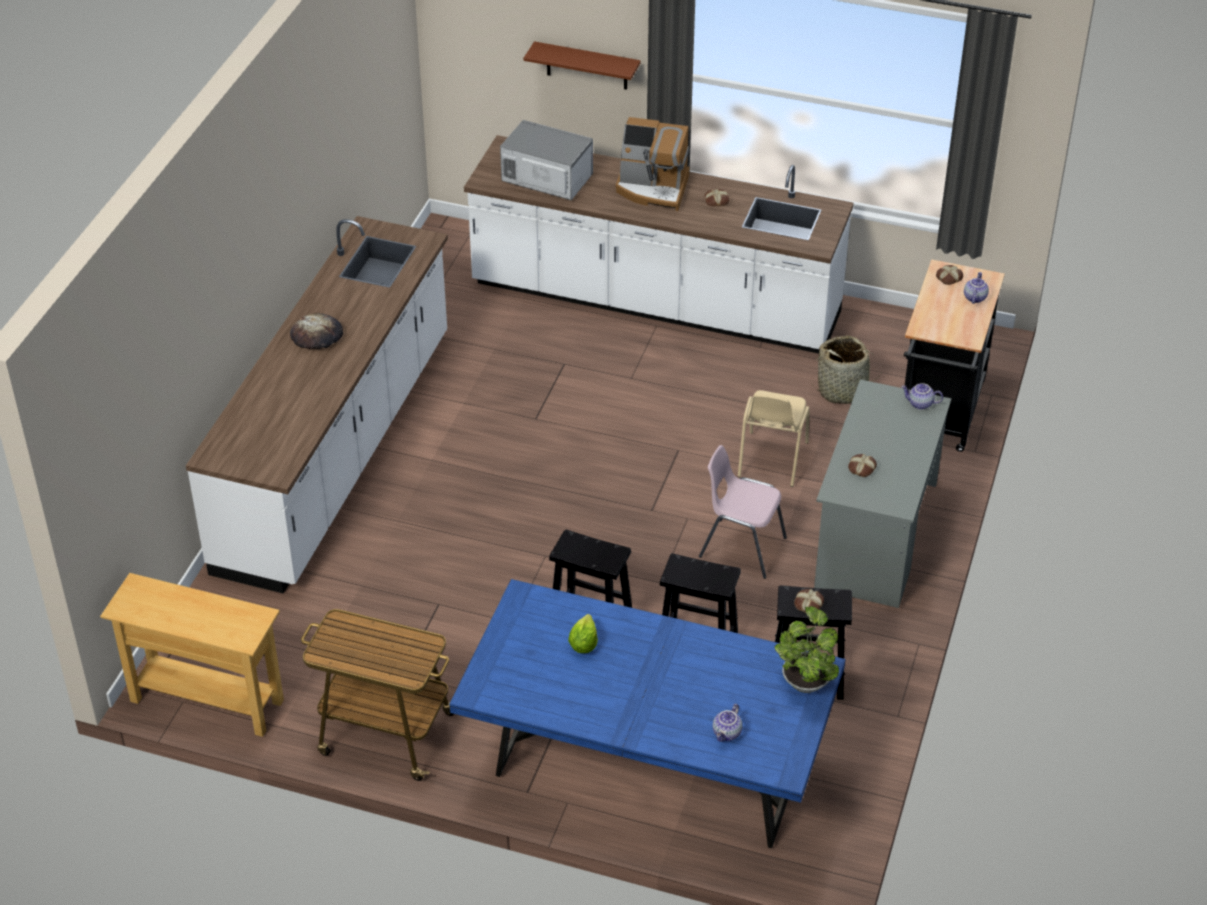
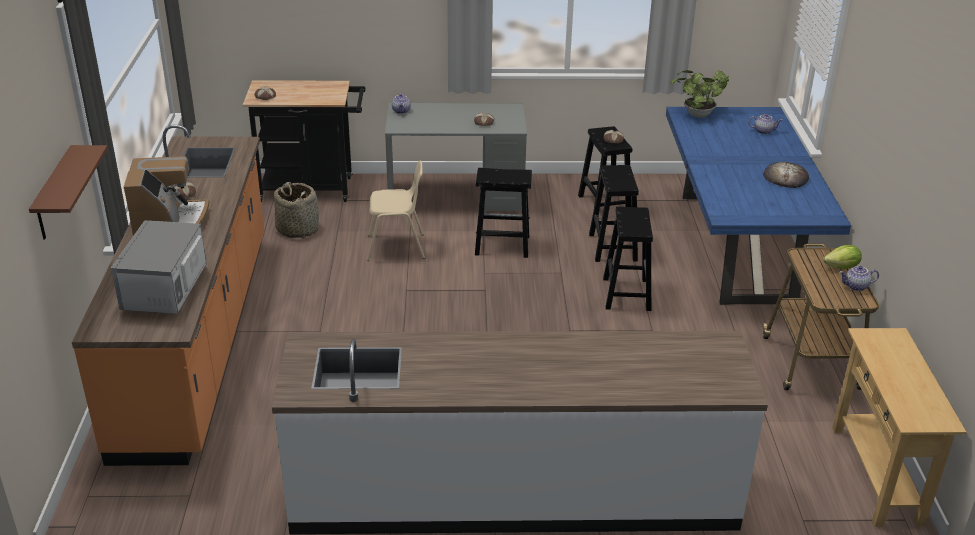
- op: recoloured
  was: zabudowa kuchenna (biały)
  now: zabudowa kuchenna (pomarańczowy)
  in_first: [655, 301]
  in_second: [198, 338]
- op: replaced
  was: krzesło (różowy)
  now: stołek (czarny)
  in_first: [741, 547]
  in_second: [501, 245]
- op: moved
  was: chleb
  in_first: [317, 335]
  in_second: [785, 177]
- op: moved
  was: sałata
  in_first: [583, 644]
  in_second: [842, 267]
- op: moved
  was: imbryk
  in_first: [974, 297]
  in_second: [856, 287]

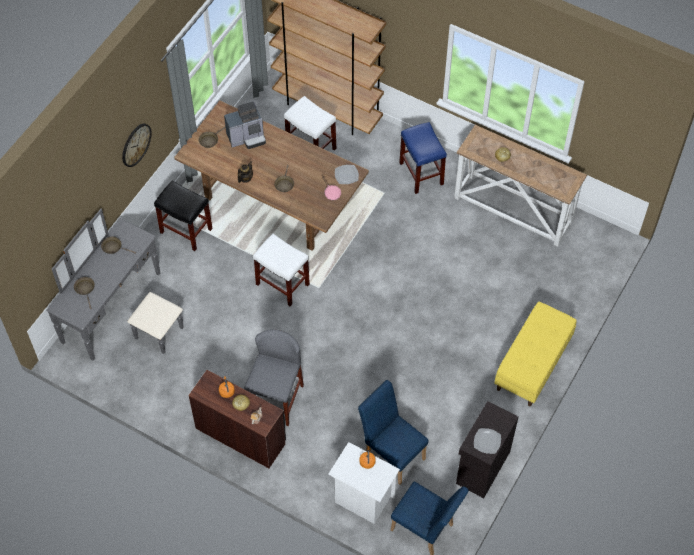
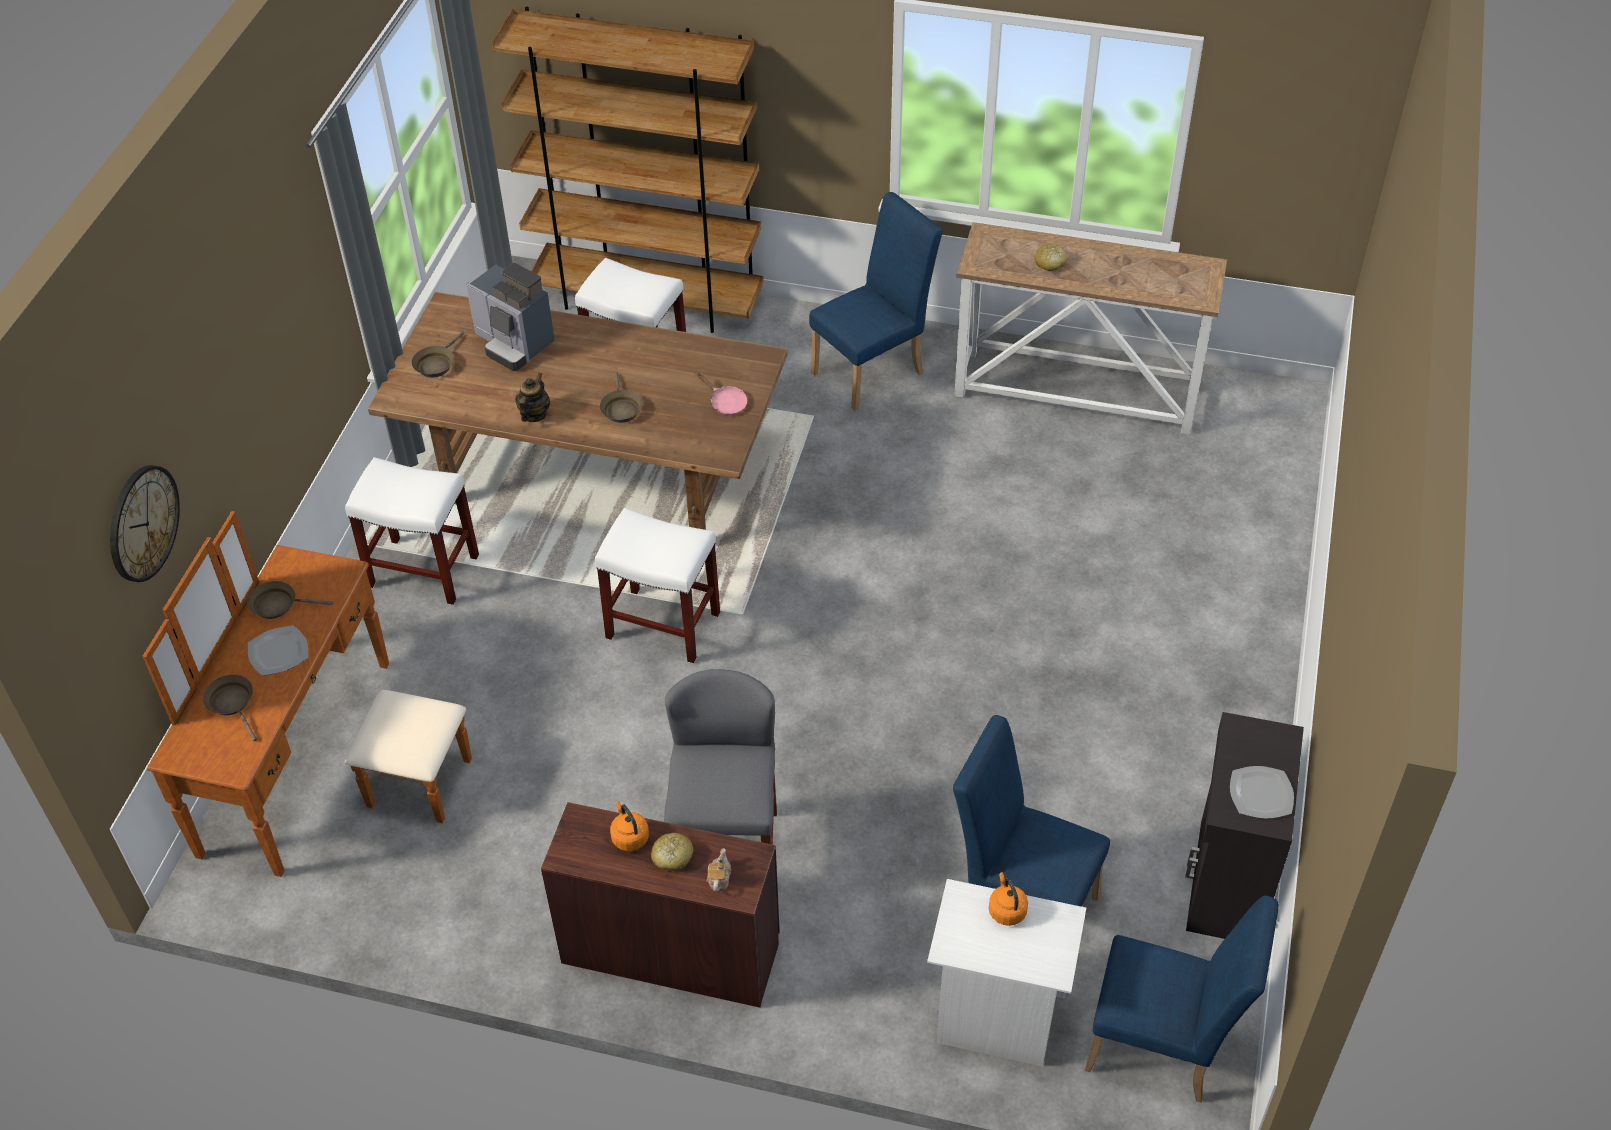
- op: moved
  was: zegar ścienny
  in_first: [136, 144]
  in_second: [142, 523]
- op: recoloured
  was: komoda (szary)
  now: komoda (brązowy)
  in_first: [122, 313]
  in_second: [325, 761]
- op: moved
  was: talerz
  in_first: [346, 175]
  in_second: [279, 652]
- op: recoloured
  was: stołek (czarny)
  now: stołek (biały)
  in_first: [185, 231]
  in_second: [422, 571]
- op: turned
  was: ekspres do kawy
  in_first: [247, 137]
  in_second: [514, 343]
  clockwise: 75
- op: replaced
  was: stołek (niebieski)
  now: krzesło (niebieski)
  in_first: [421, 174]
  in_second: [874, 369]
- op: removed
  was: ławka (żółty)
  in_first: [533, 365]

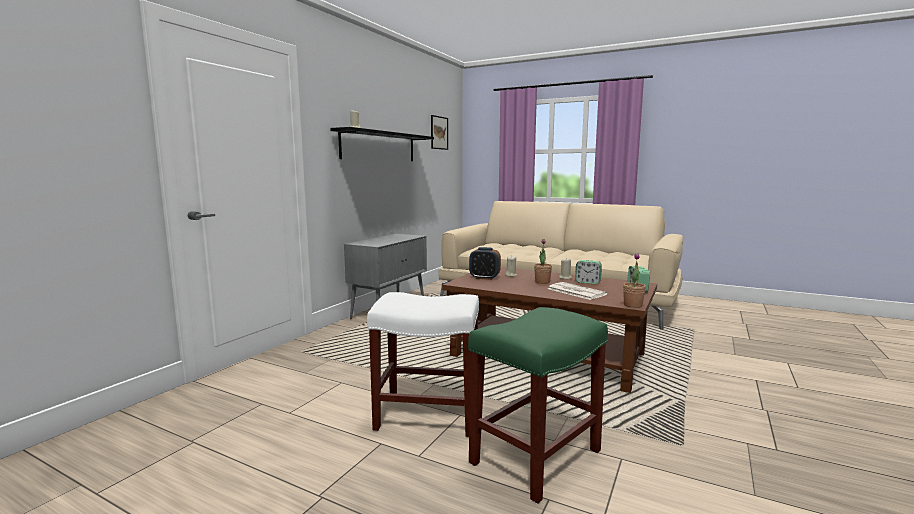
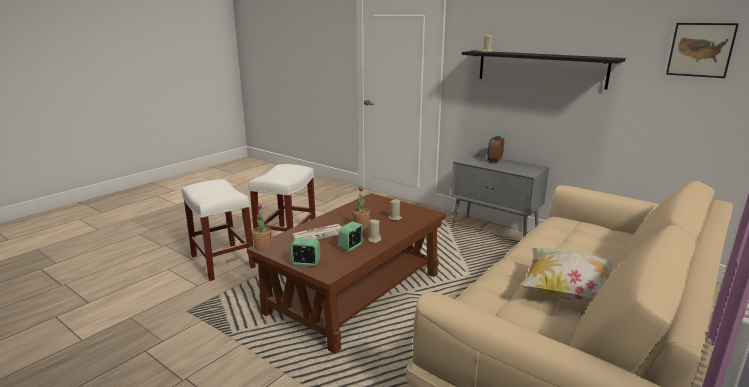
- op: recoloured
  was: stołek (zielony)
  now: stołek (biały)
  in_first: [535, 457]
  in_second: [222, 261]
- op: moved
  was: budzik
  in_first: [484, 278]
  in_second: [494, 160]
- op: added
  now: poduszka
  in_second: [566, 292]

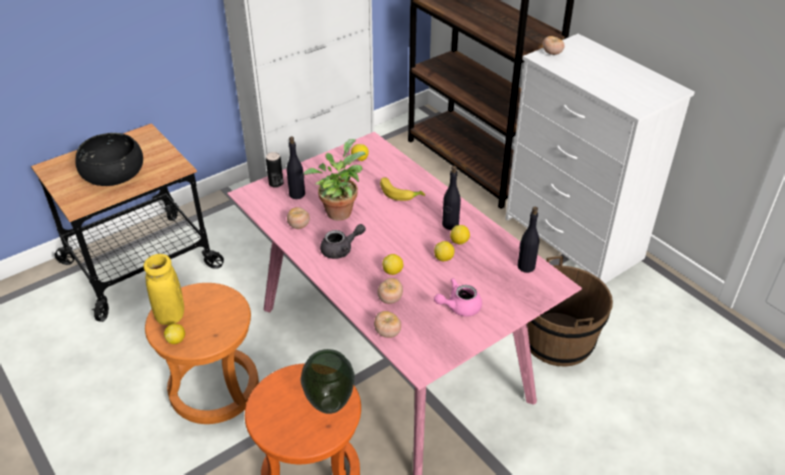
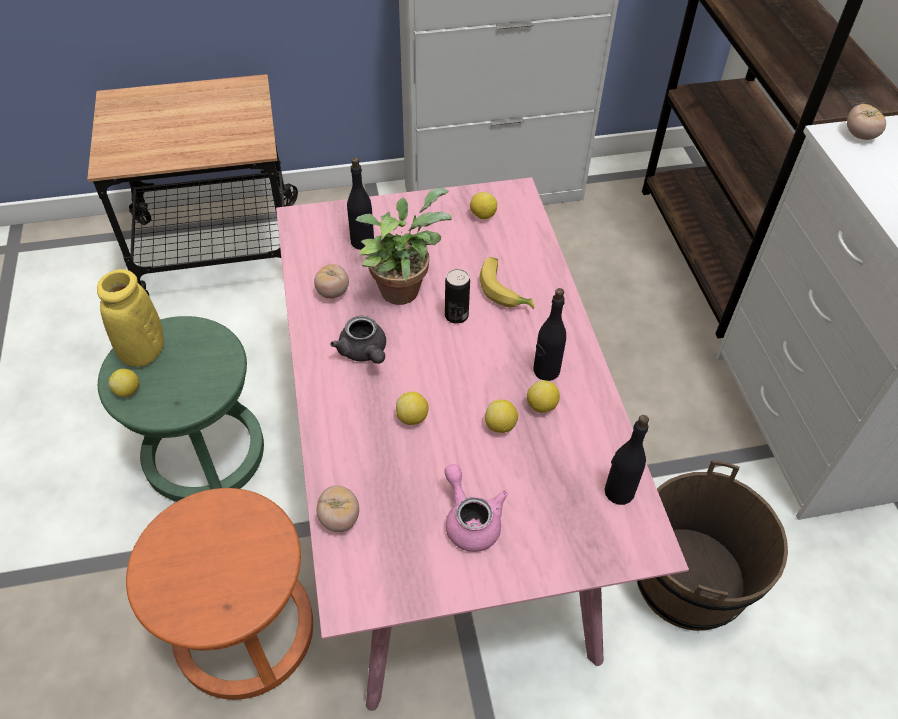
- op: recoloured
  was: stołek (pomarańczowy)
  now: stołek (zielony)
  in_first: [213, 388]
  in_second: [204, 453]
- op: turned
  was: imbryk (szary)
  in_first: [341, 250]
  in_second: [364, 352]
  clockwise: 60
- op: moved
  was: puszka
  in_first: [276, 183]
  in_second: [456, 315]
- op: turned
  was: imbryk (różowy)
  in_first: [459, 307]
  in_second: [470, 520]
  clockwise: 60
- op: removed
  was: miska (czarny)
  in_first: [113, 173]
- op: removed
  was: wazon
  in_first: [329, 404]
- op: removed
  was: pomidor
  in_first: [390, 299]

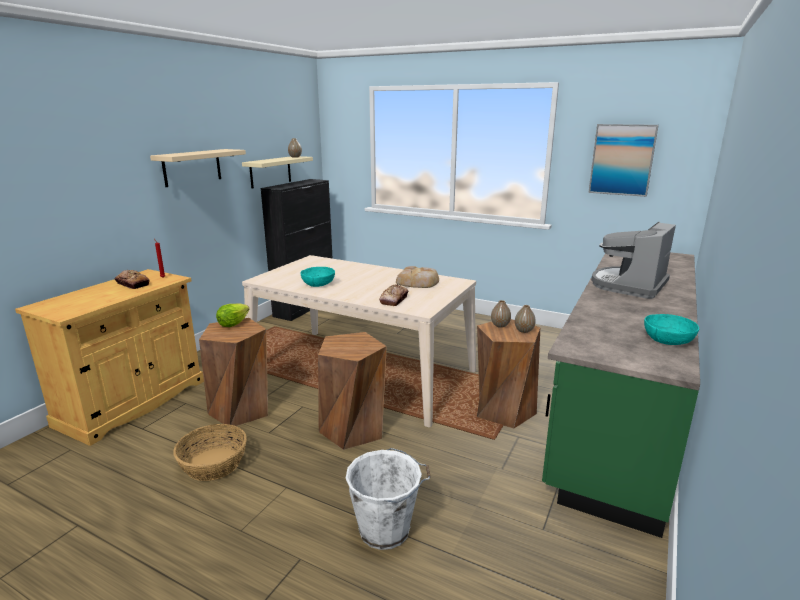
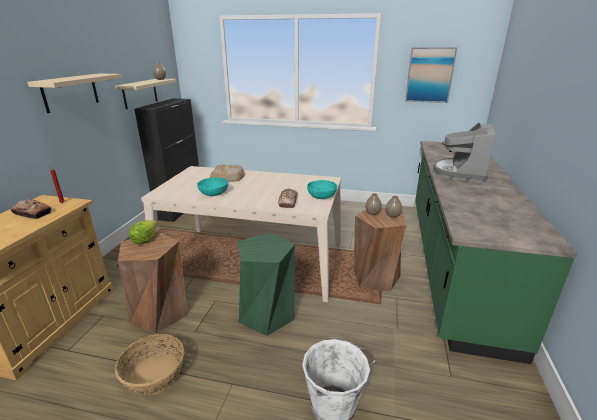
- op: moved
  was: chleb
  in_first: [418, 282]
  in_second: [228, 177]
- op: recoloured
  was: stołek (brązowy)
  now: stołek (zielony)
  in_first: [352, 429]
  in_second: [266, 314]
- op: moved
  was: miska (turkusowy)
  in_first: [667, 340]
  in_second: [321, 196]

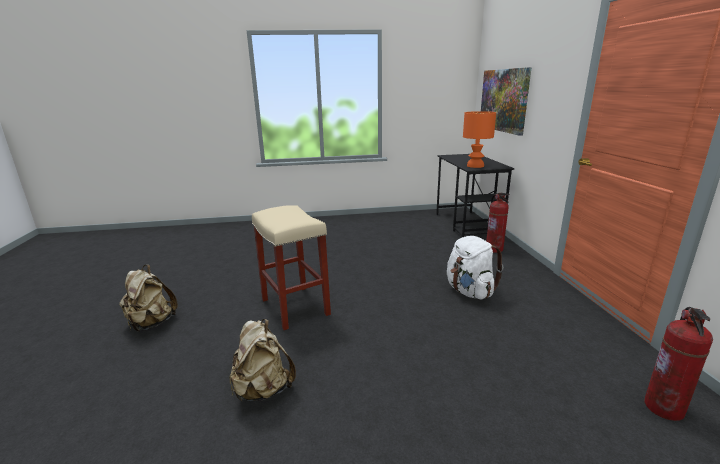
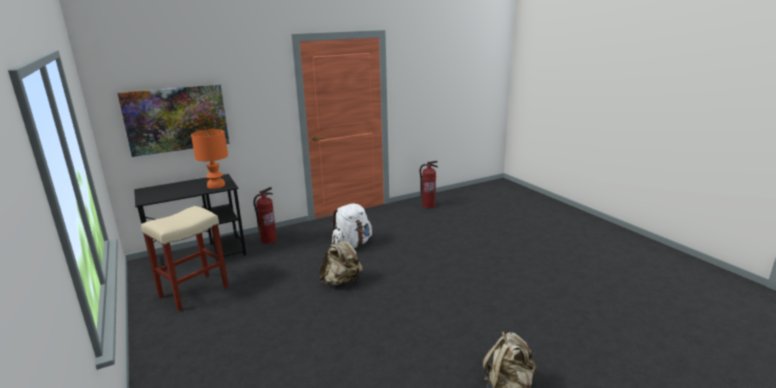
- op: moved
  was: stołek (beżowy)
  in_first: [294, 306]
  in_second: [193, 292]
- op: moved
  was: plecak (beżowy)
  in_first: [263, 389]
  in_second: [342, 282]

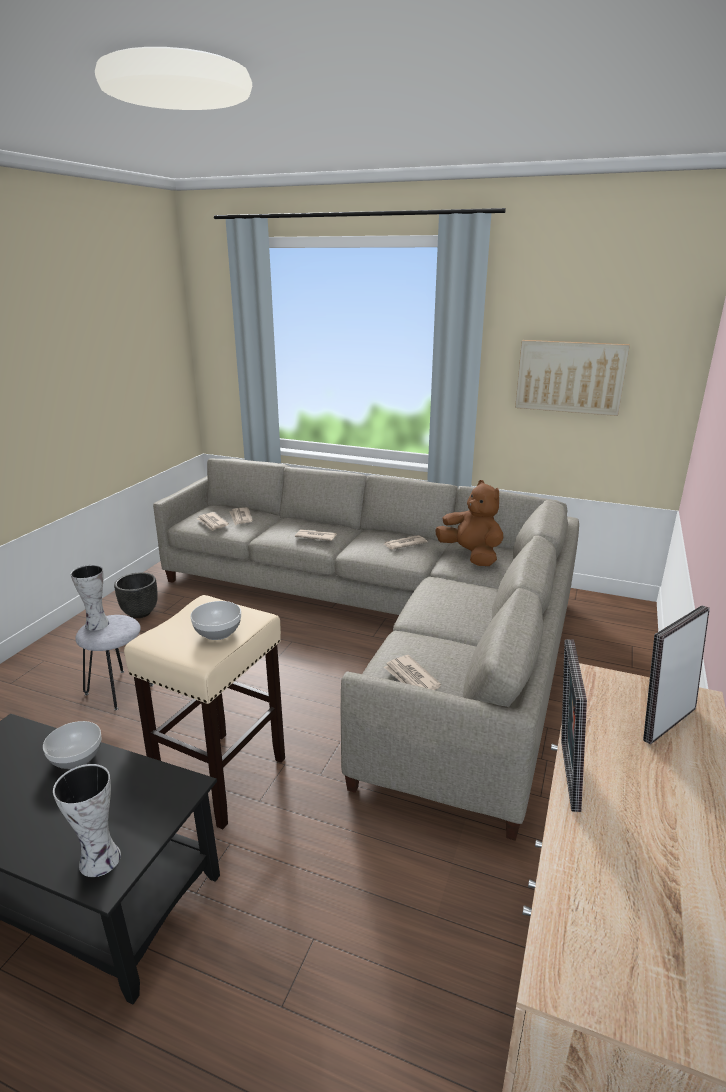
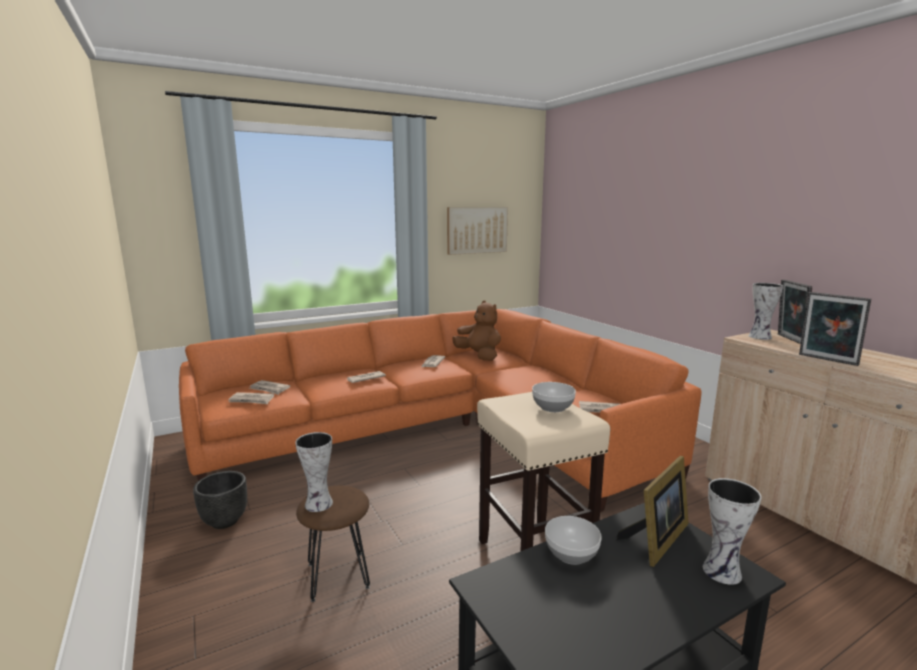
- op: recoloured
  was: kanapa (szary)
  now: kanapa (pomarańczowy)
  in_first: [385, 625]
  in_second: [442, 431]
- op: recoloured
  was: stołek (szary)
  now: stołek (brązowy)
  in_first: [119, 689]
  in_second: [338, 575]
- op: turned
  was: pluszak (brązowy)
  in_first: [471, 555]
  in_second: [479, 356]
  clockwise: 45
- op: added
  now: ramka na zdjęcie
  in_second: [657, 539]
- op: added
  now: wazon
  in_second: [760, 337]

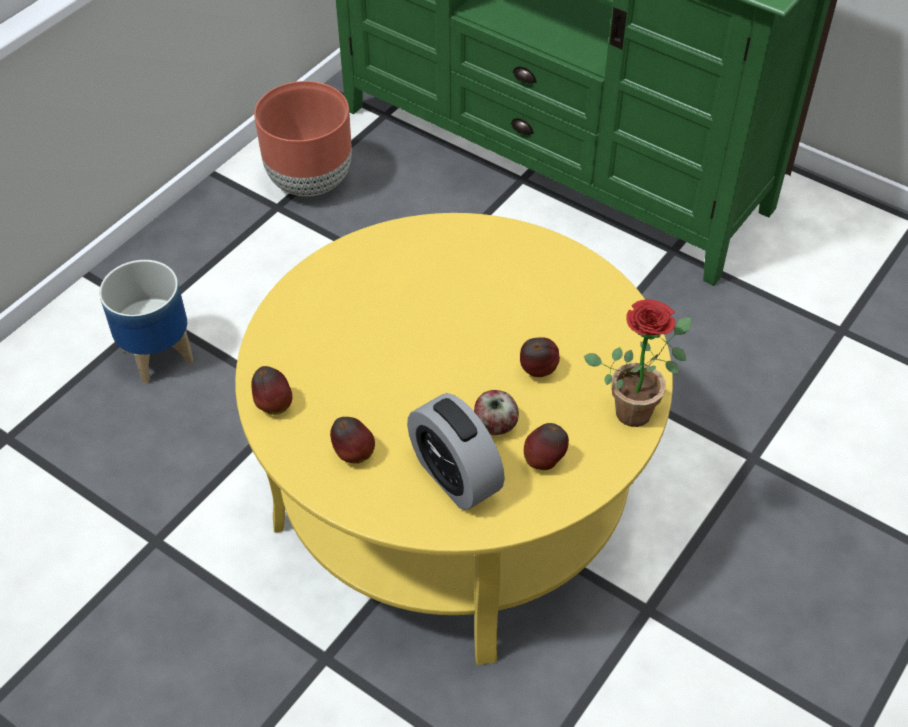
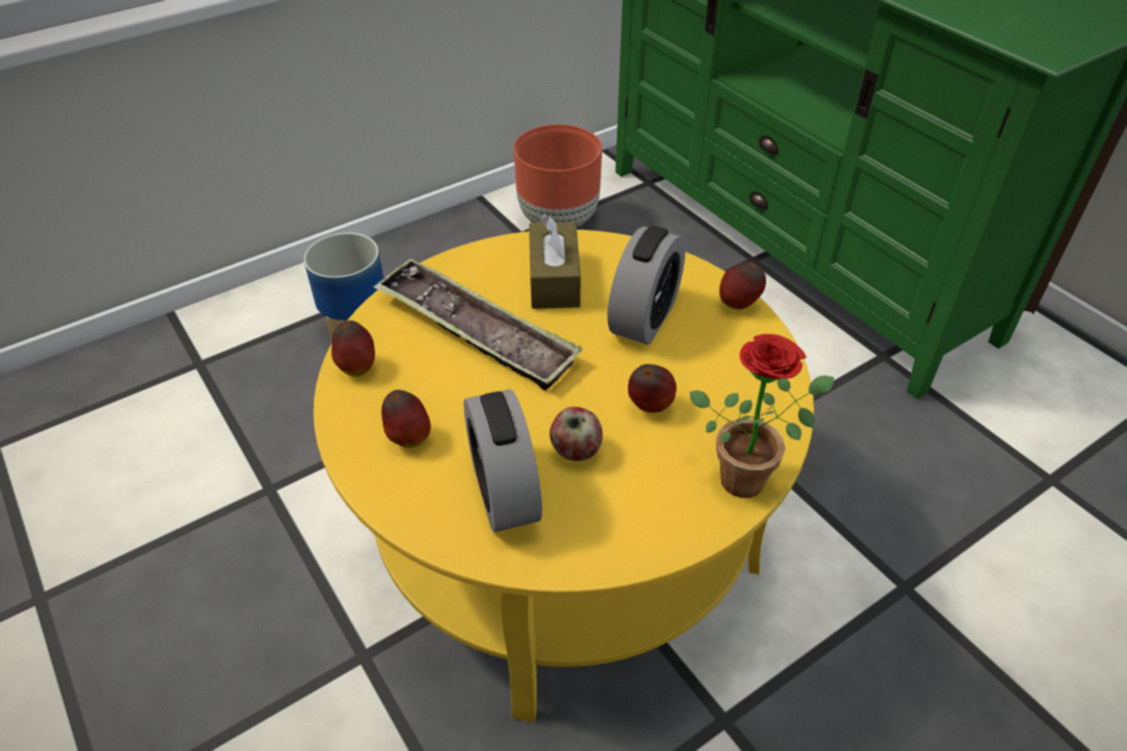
- op: added
  now: taca
  in_second: [475, 331]
- op: added
  now: pudełko chusteczek (brązowy)
  in_second: [554, 279]
- op: added
  now: budzik
  in_second: [644, 318]
- op: moved
  was: jabłko
  in_first: [544, 461]
  in_second: [739, 305]

